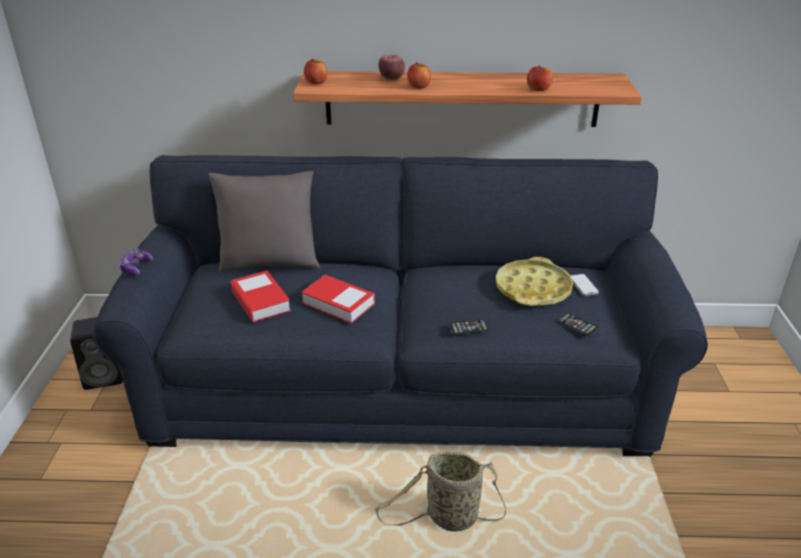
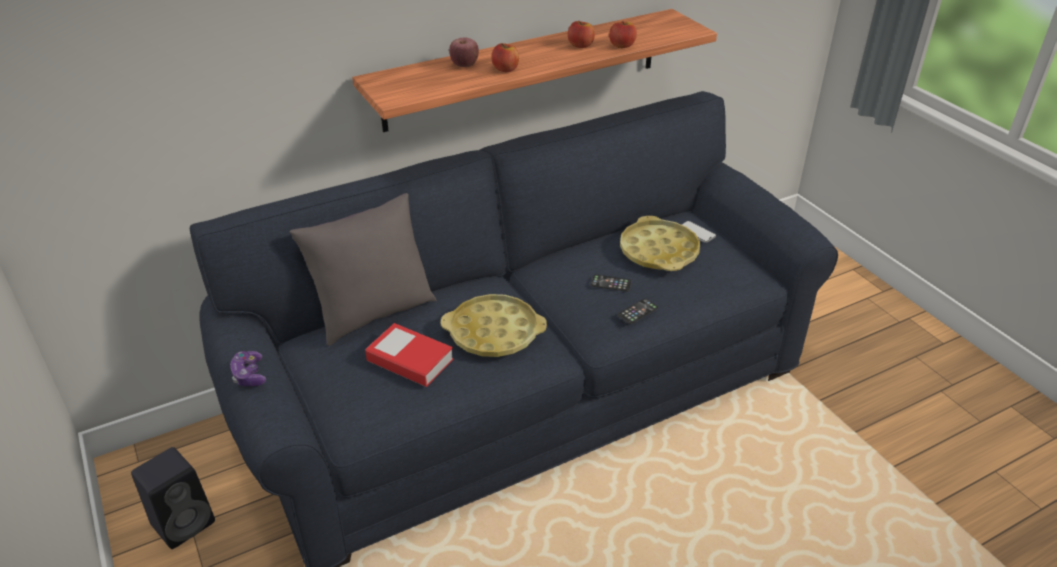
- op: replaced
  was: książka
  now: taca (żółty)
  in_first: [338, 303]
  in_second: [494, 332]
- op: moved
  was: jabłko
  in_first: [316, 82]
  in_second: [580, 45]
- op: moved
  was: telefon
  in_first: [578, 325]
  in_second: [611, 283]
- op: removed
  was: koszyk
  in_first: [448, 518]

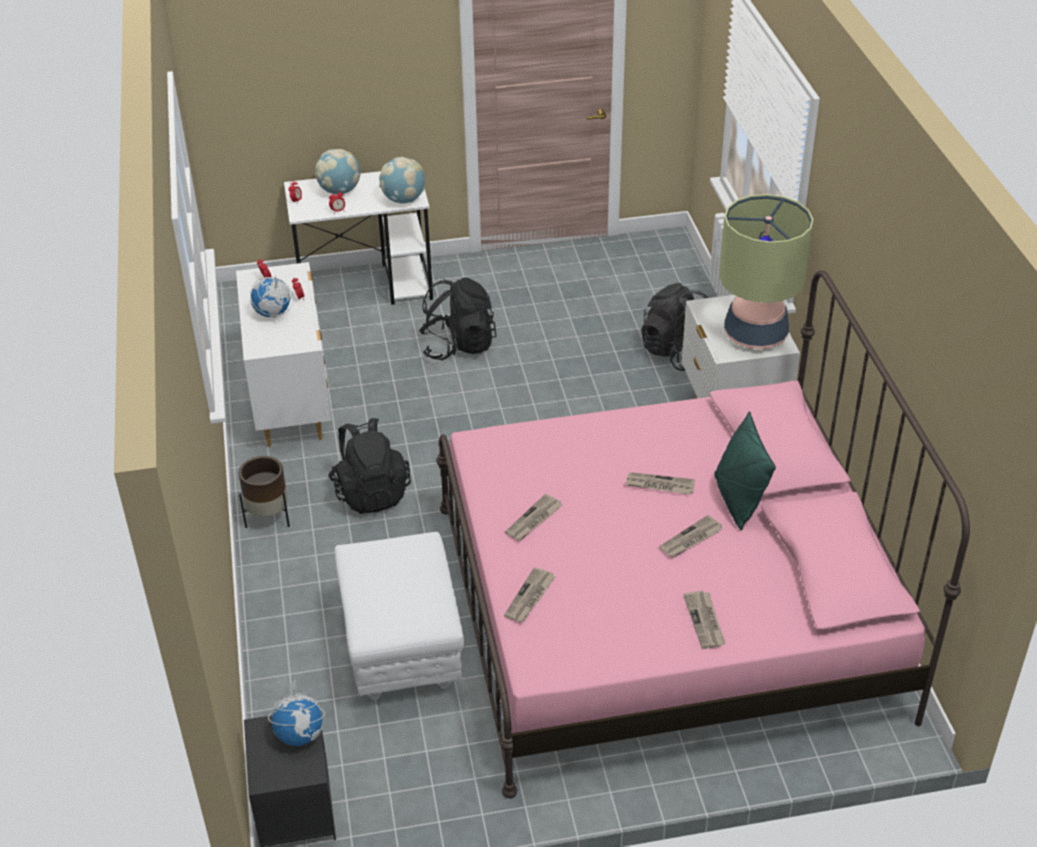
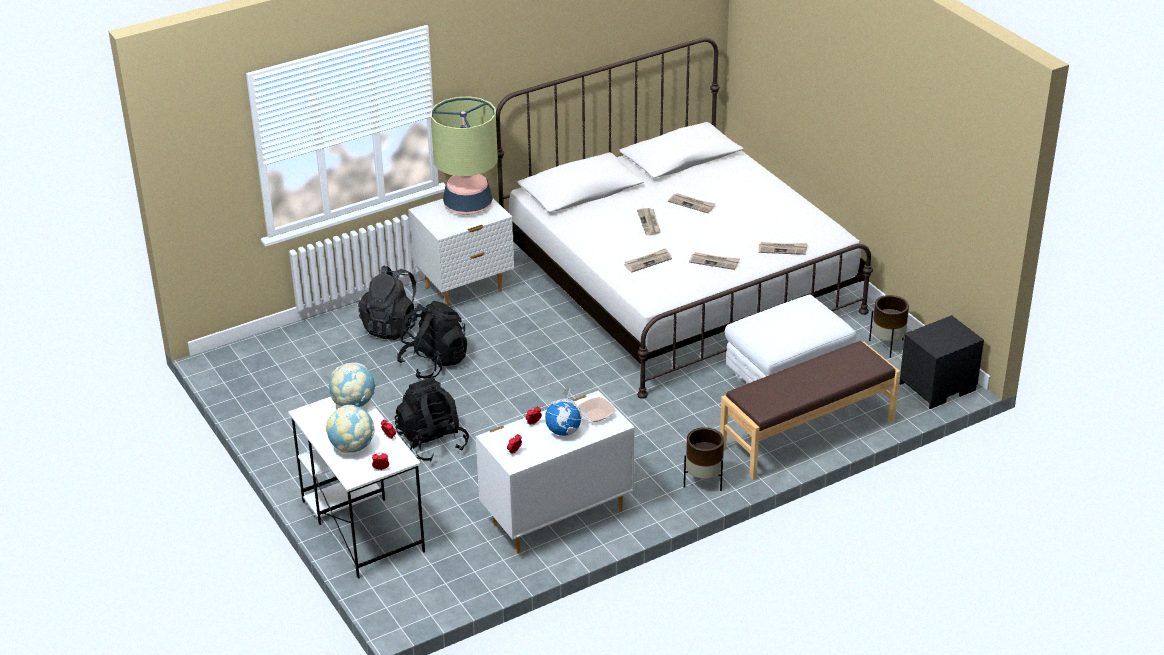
- op: moved
  was: plecak (czarny)
  in_first: [371, 492]
  in_second: [434, 363]
- op: recoloured
  was: łóżko (różowy)
  now: łóżko (biały)
  in_first: [665, 609]
  in_second: [679, 285]
- op: added
  now: miska
  in_second: [596, 415]
- op: moved
  was: gazeta
  in_first: [705, 621]
  in_second: [648, 261]
- op: added
  now: ławka (brązowy)
  in_second: [808, 435]
- op: added
  now: donica (brązowy)
  in_second: [887, 346]
- op: removed
  was: globus
  in_first: [300, 735]
- op: removed
  was: poduszka (zielony)
  in_first: [738, 500]

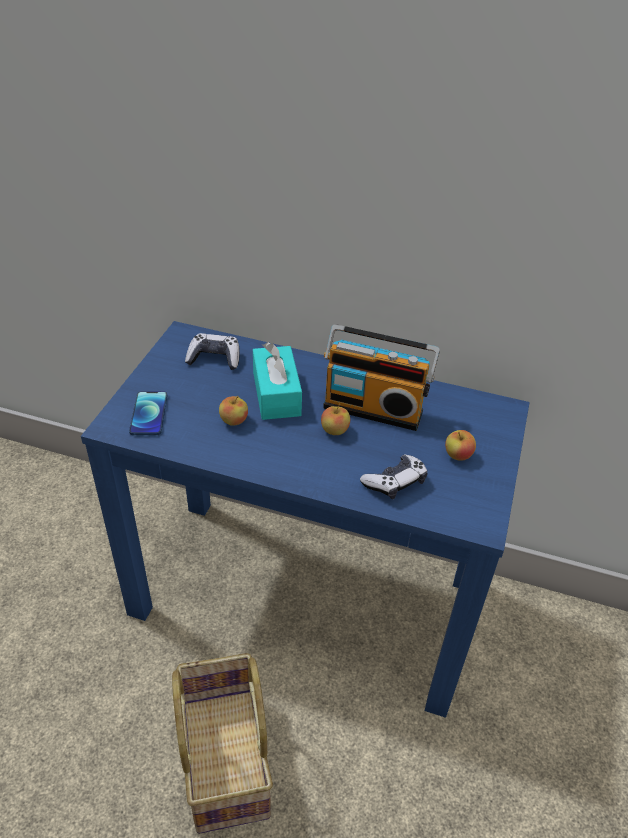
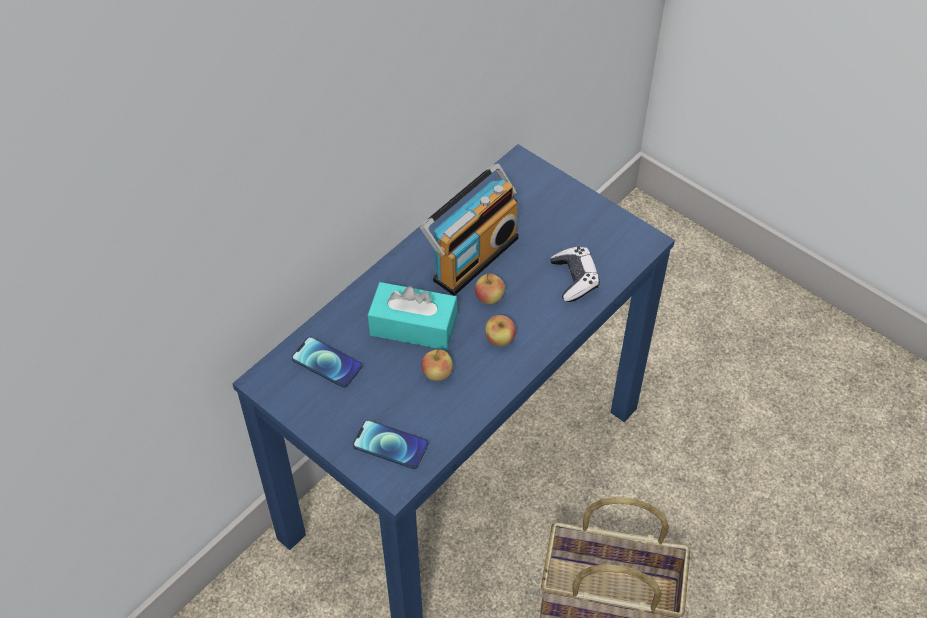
- op: replaced
  was: pad do gier
  now: telefon
  in_first: [214, 358]
  in_second: [327, 363]
- op: moved
  was: jabłko
  in_first: [458, 455]
  in_second: [500, 339]

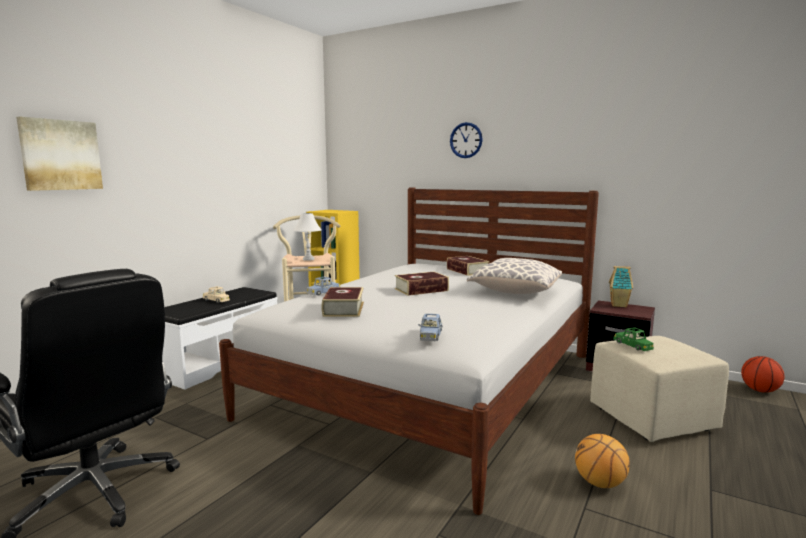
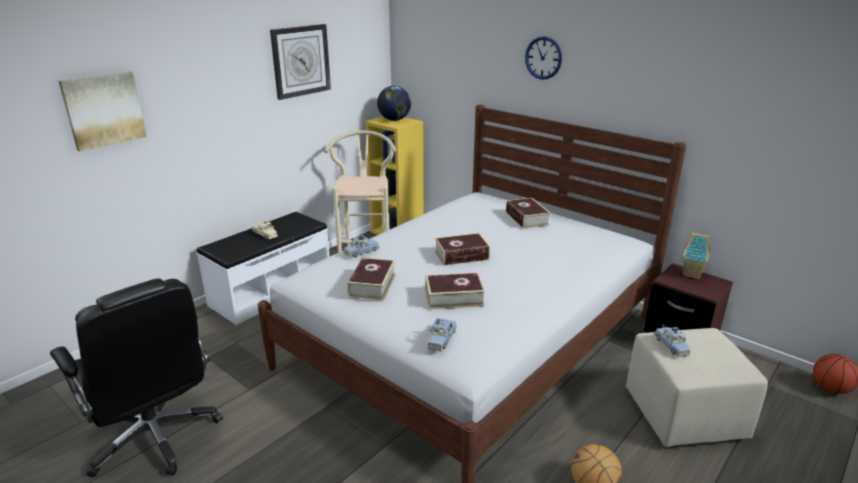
- op: added
  now: zegar ścienny
  in_second: [300, 61]
- op: added
  now: globus
  in_second: [394, 120]
- op: added
  now: książka
  in_second: [454, 297]
- op: recoloured
  was: samochodzik (zielony)
  now: samochodzik (niebieski)
  in_first: [633, 345]
  in_second: [671, 346]
- op: removed
  was: lampa stołowa (biały)
  in_first: [308, 259]
- op: removed
  was: poduszka
  in_first: [515, 292]

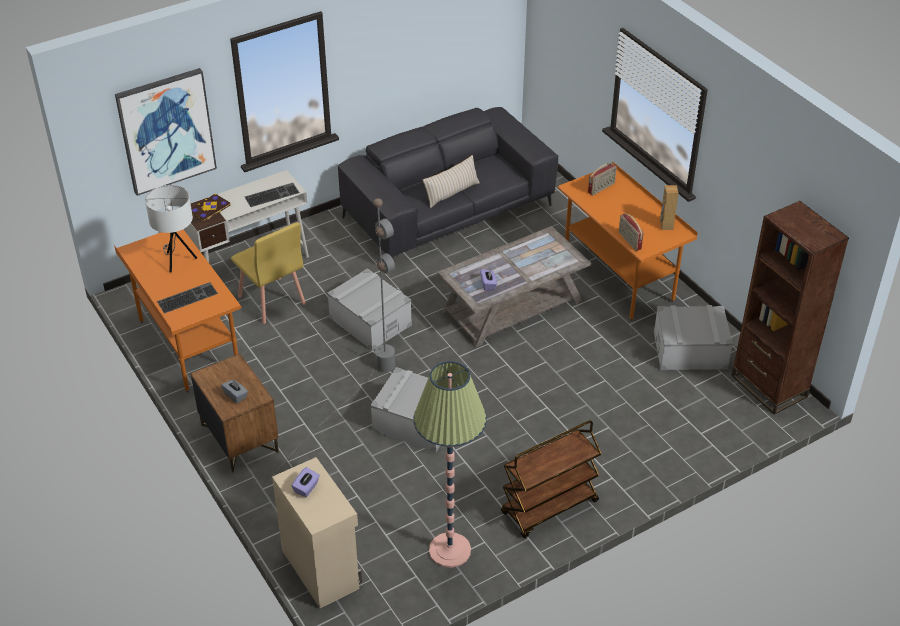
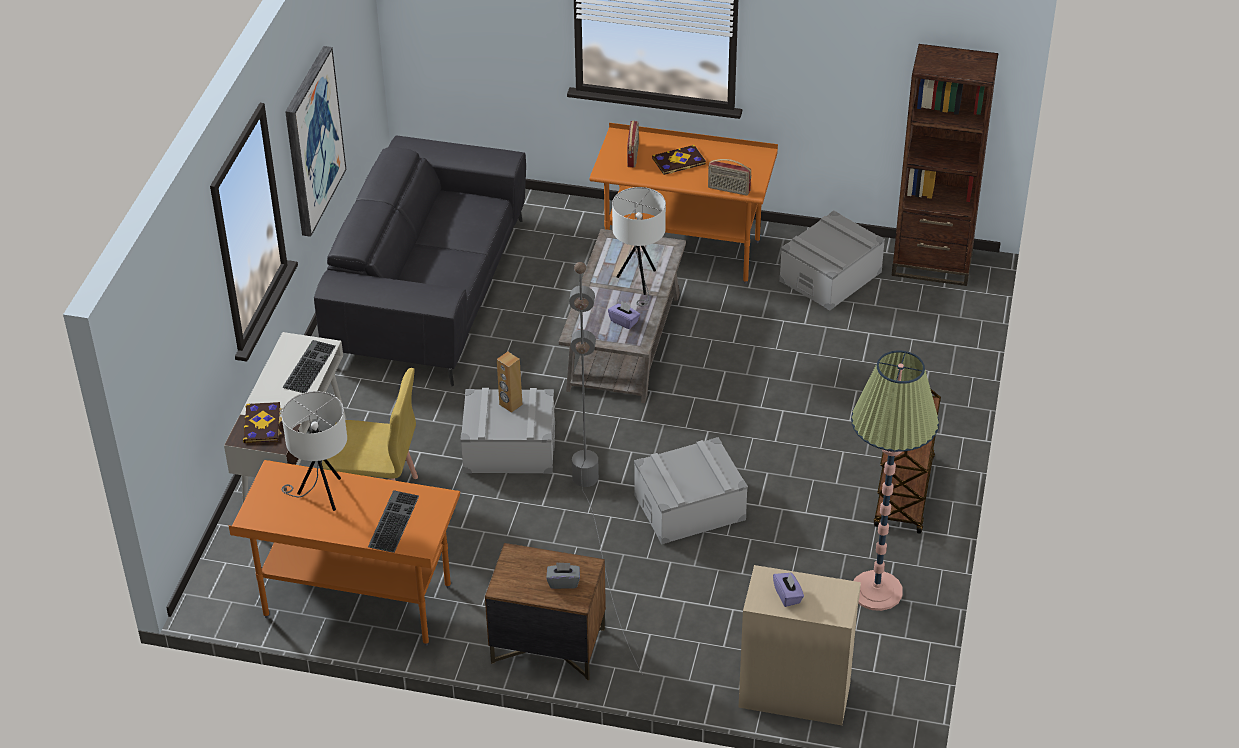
- op: moved
  was: obraz
  in_first: [166, 131]
  in_second: [312, 141]
- op: moved
  was: głośnik (brązowy)
  in_first: [666, 225]
  in_second: [510, 405]
- op: added
  now: lampa stołowa (biały)
  in_second: [639, 283]
- op: added
  now: książka
  in_second: [679, 161]
- op: removed
  was: poduszka (beżowy)
  in_first: [451, 193]

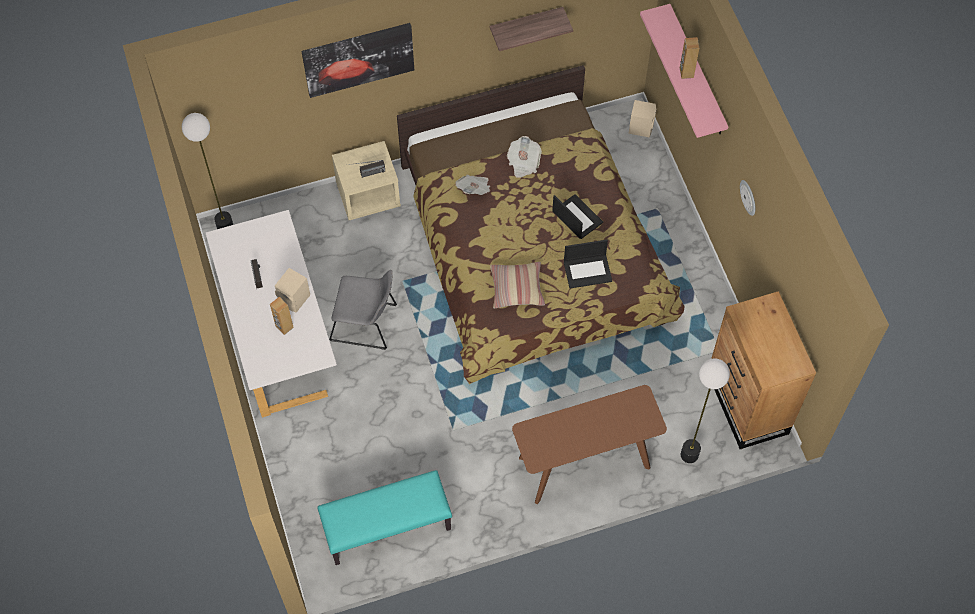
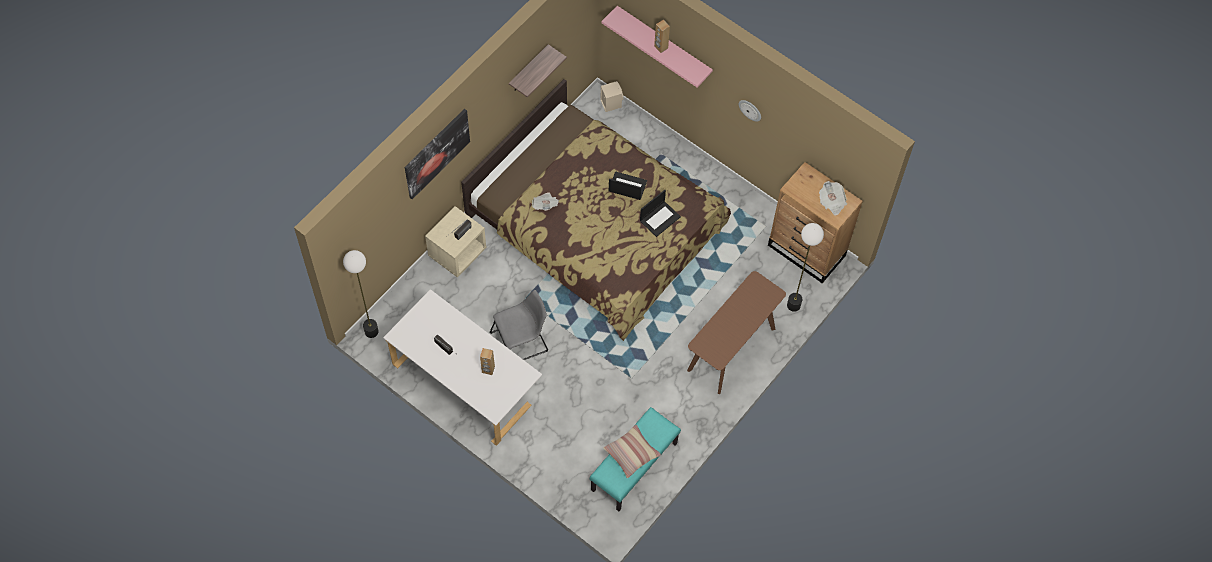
- op: moved
  was: poduszka
  in_first: [517, 288]
  in_second: [631, 453]
- op: moved
  was: gazeta
  in_first: [523, 163]
  in_second: [832, 202]
- op: removed
  was: głośnik (beżowy)
  in_first: [295, 299]

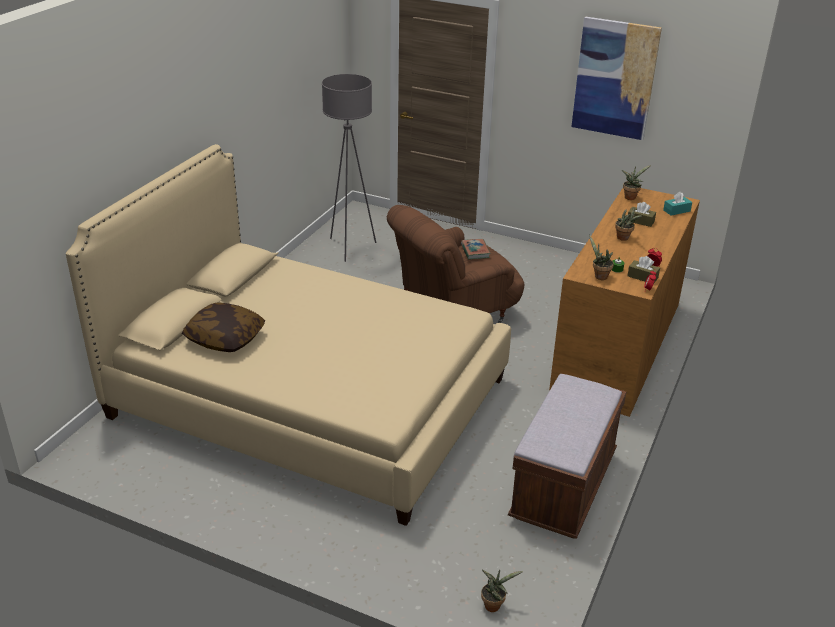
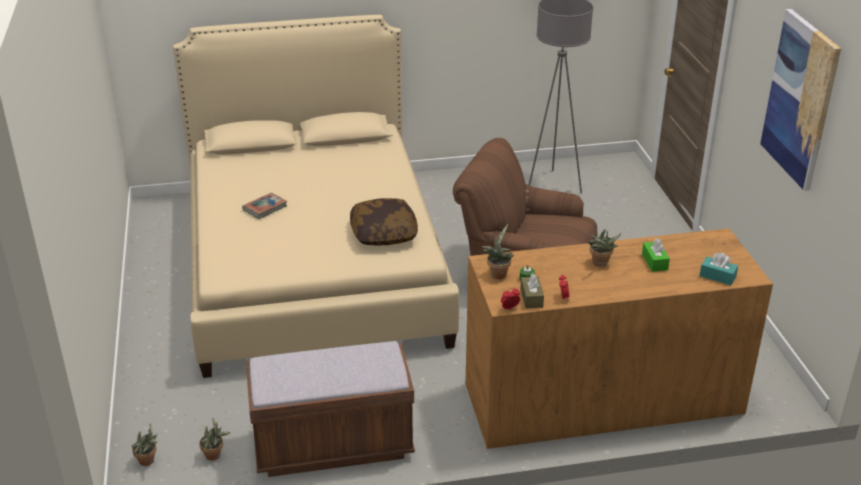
- op: moved
  was: roślina doniczkowa
  in_first: [630, 197]
  in_second: [215, 455]
- op: moved
  was: książka
  in_first: [475, 251]
  in_second: [265, 208]
- op: moved
  was: poduszka
  in_first: [225, 338]
  in_second: [383, 233]
- op: recoloured
  was: pudełko chusteczek (brązowy)
  now: pudełko chusteczek (zielony)
  in_first: [640, 221]
  in_second: [654, 262]

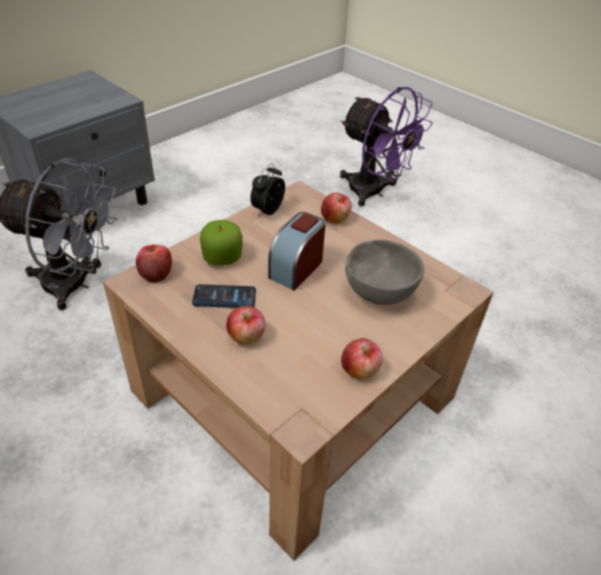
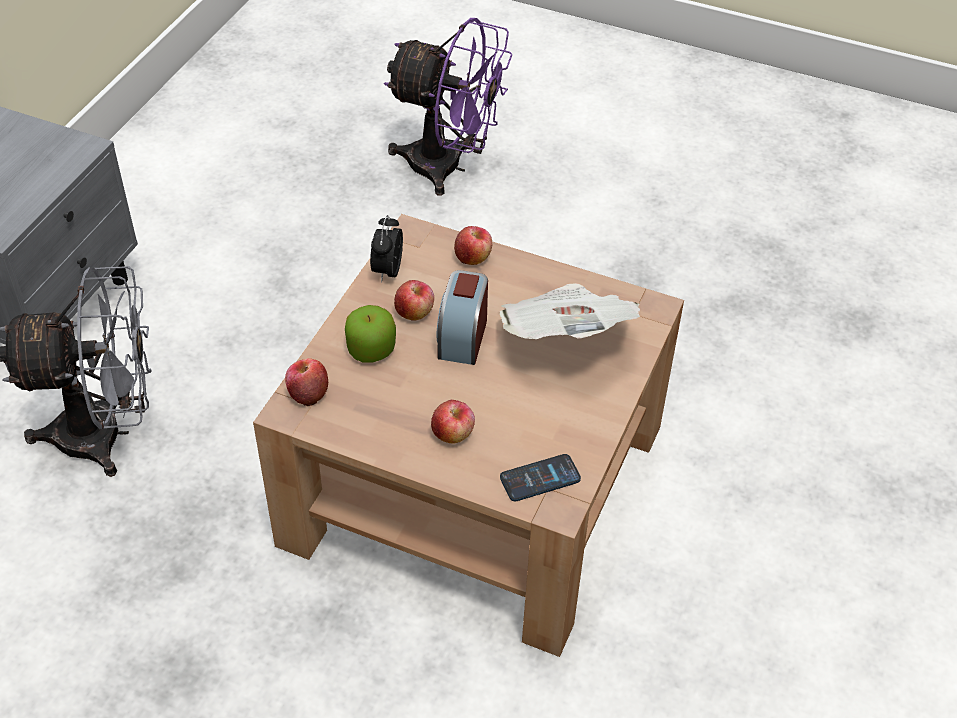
- op: moved
  was: jabłko
  in_first: [359, 370]
  in_second: [414, 312]
- op: replaced
  was: miska (szary)
  now: gazeta
  in_first: [379, 291]
  in_second: [565, 337]
- op: moved
  was: telefon
  in_first: [224, 297]
  in_second: [540, 478]

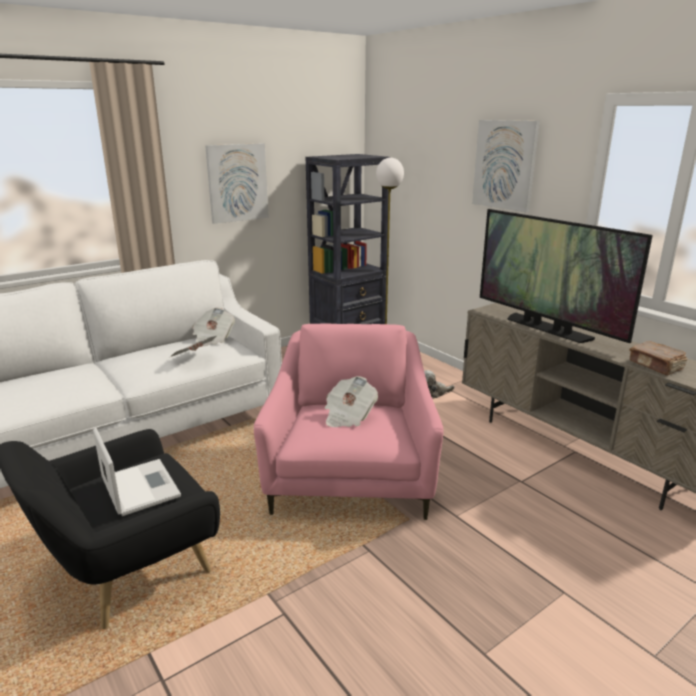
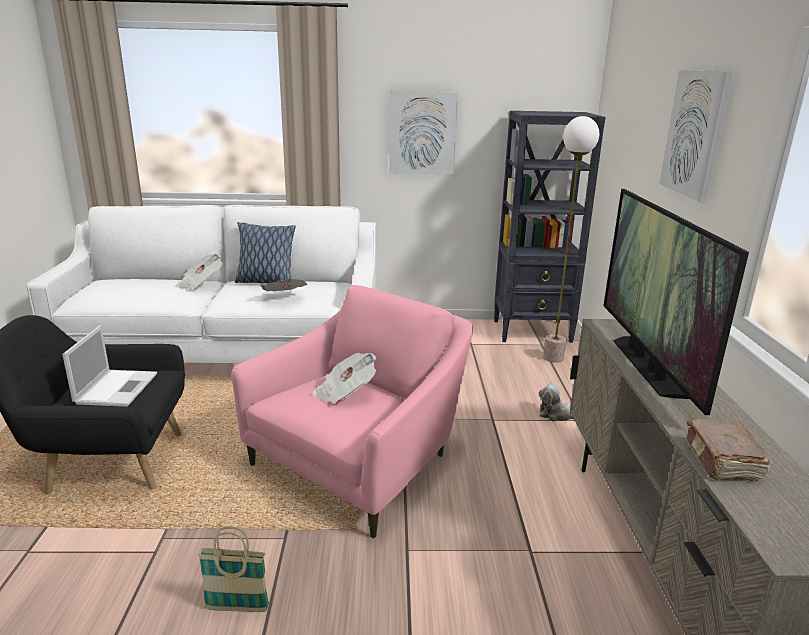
- op: moved
  was: gazeta
  in_first: [213, 338]
  in_second: [200, 283]
- op: added
  now: koszyk
  in_second: [237, 608]
- op: added
  now: poduszka
  in_second: [265, 282]

